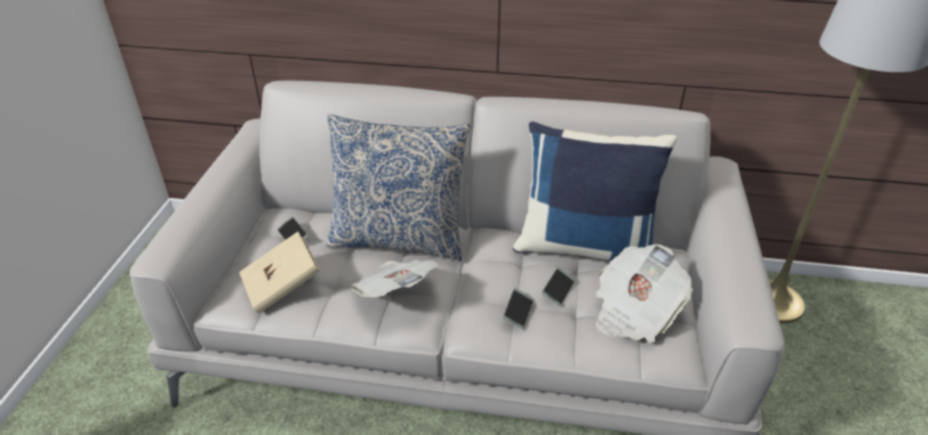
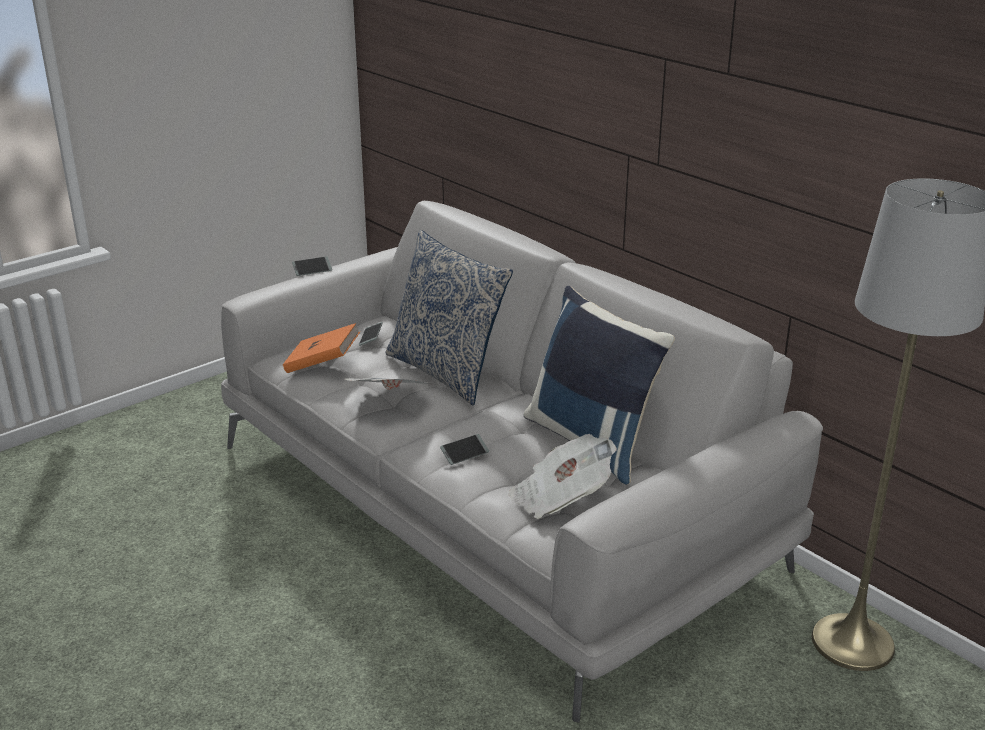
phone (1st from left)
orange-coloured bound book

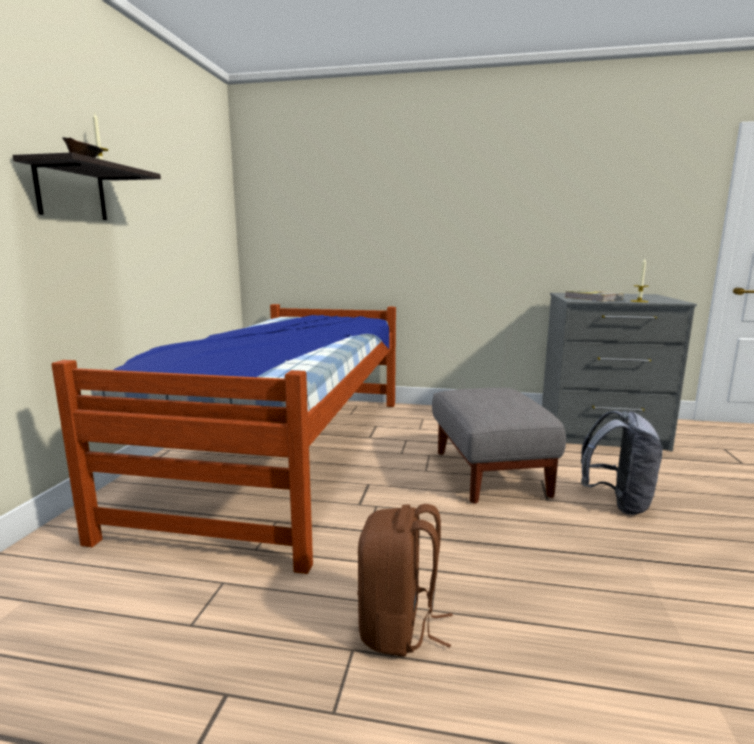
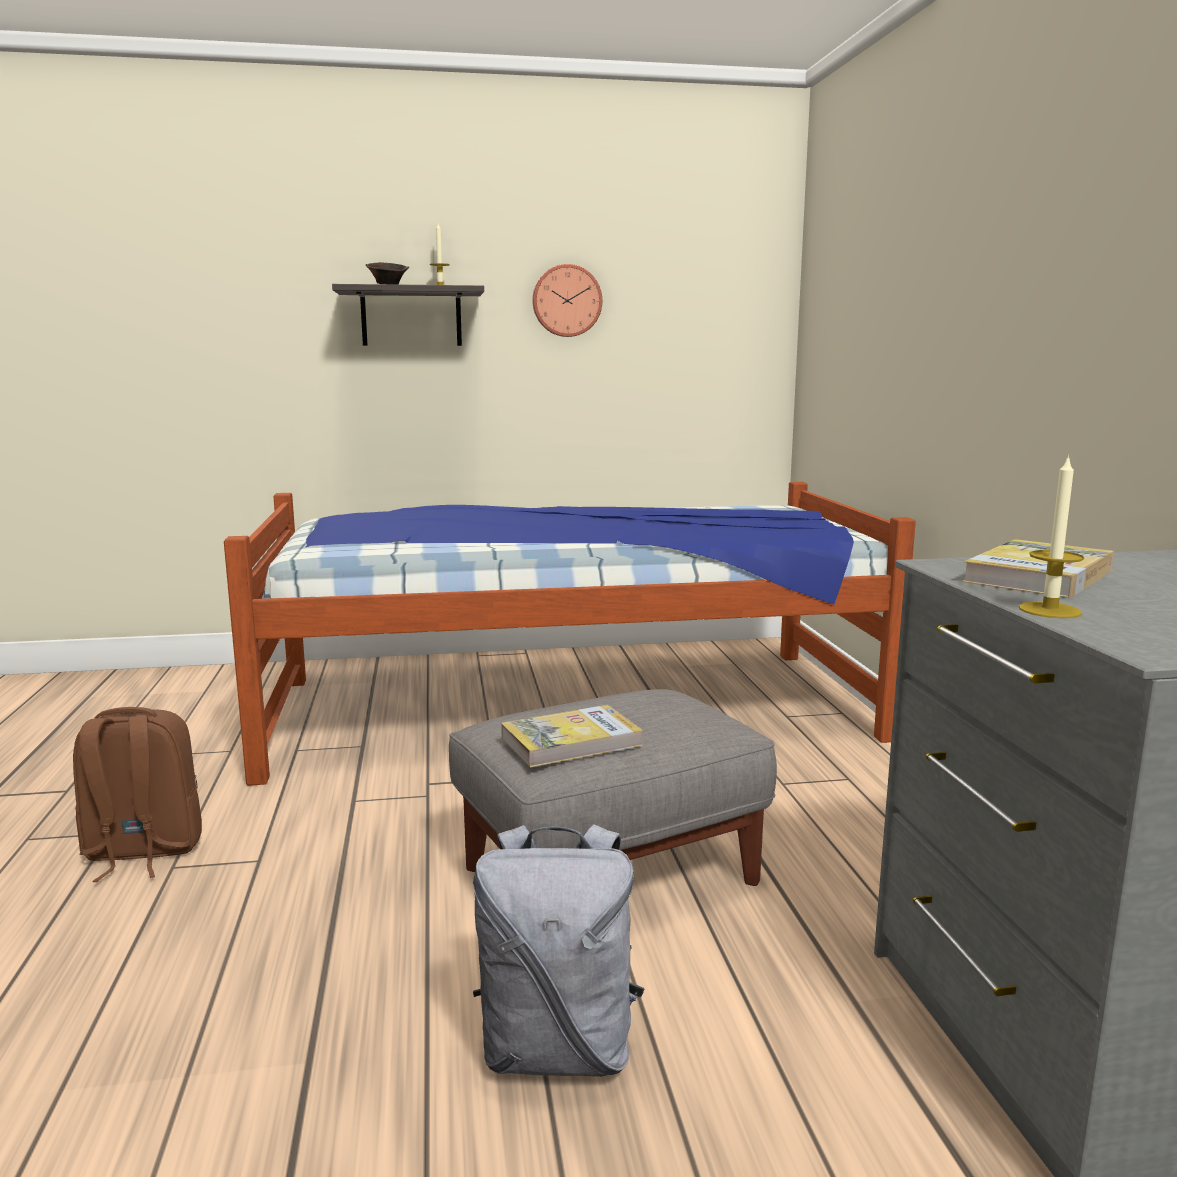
bound book (1st from left)
wall clock

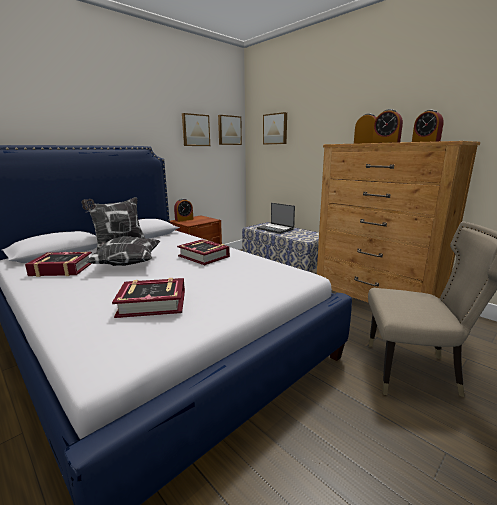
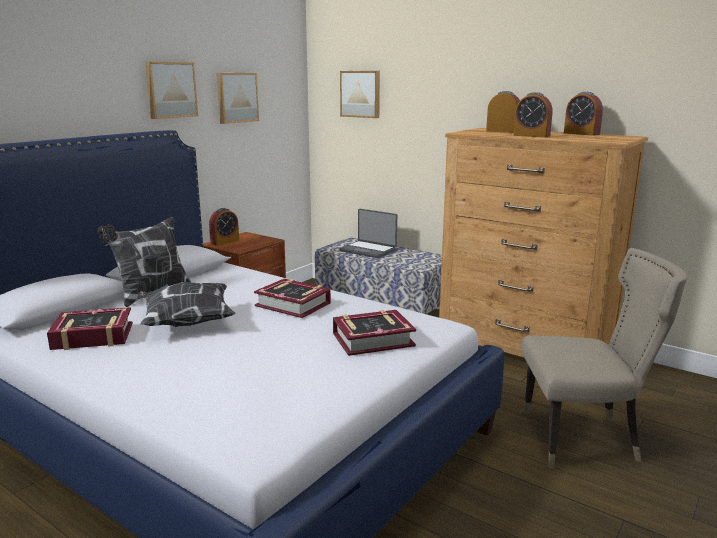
bound book (3rd from left)
wall art (1st from left)

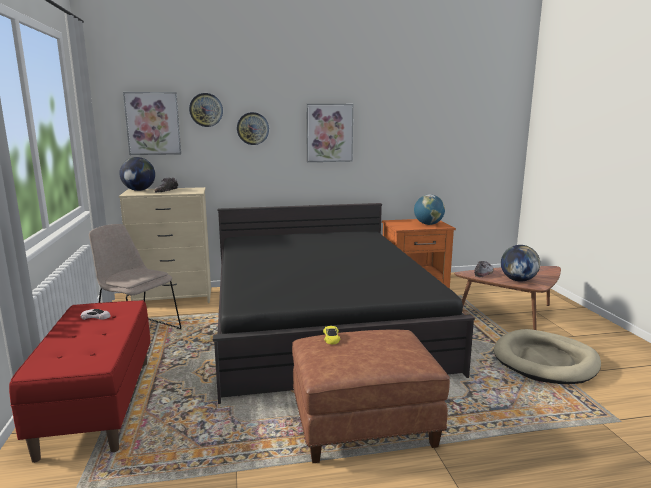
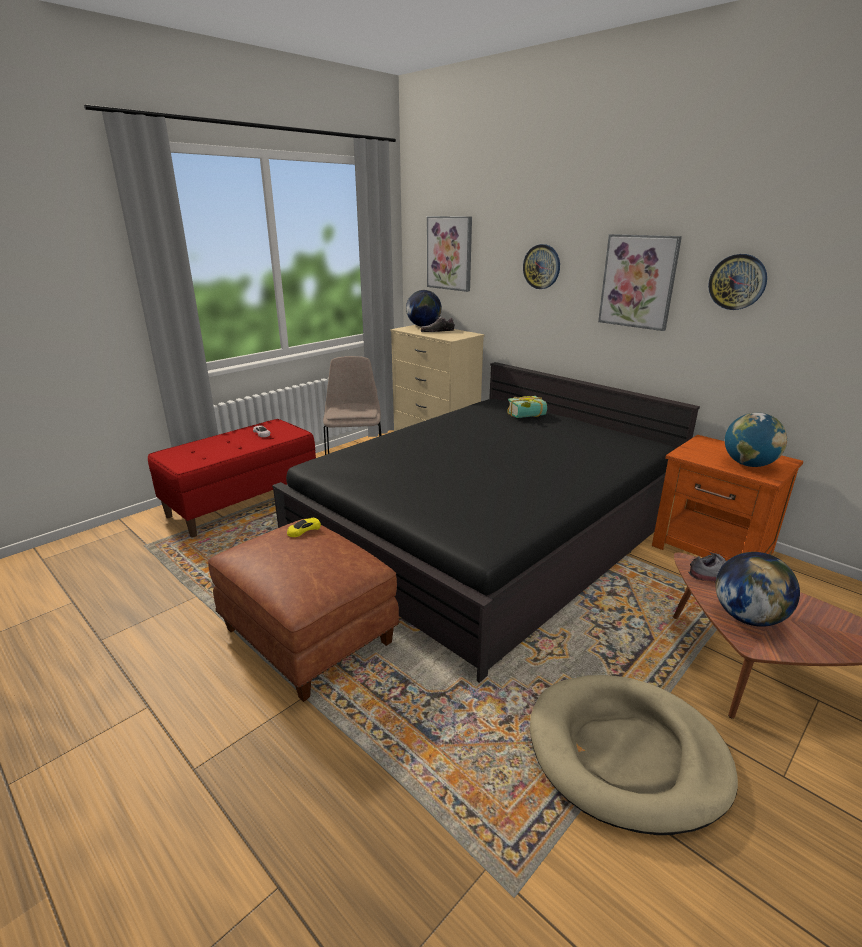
bound book
wall clock (2nd from left)

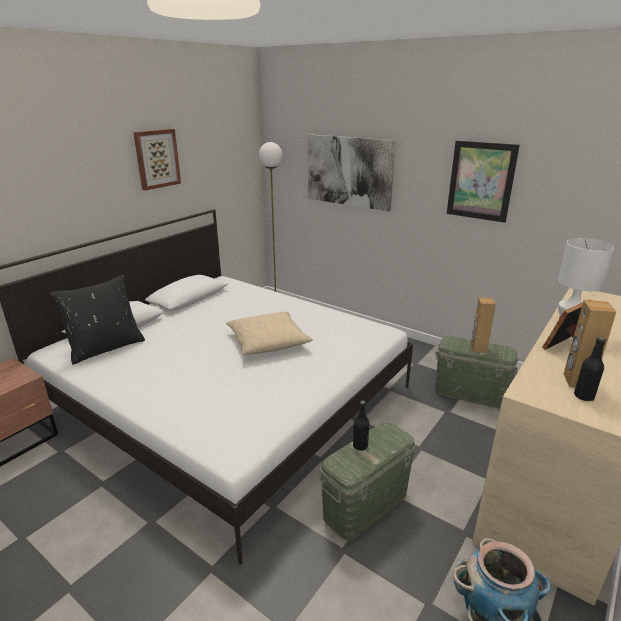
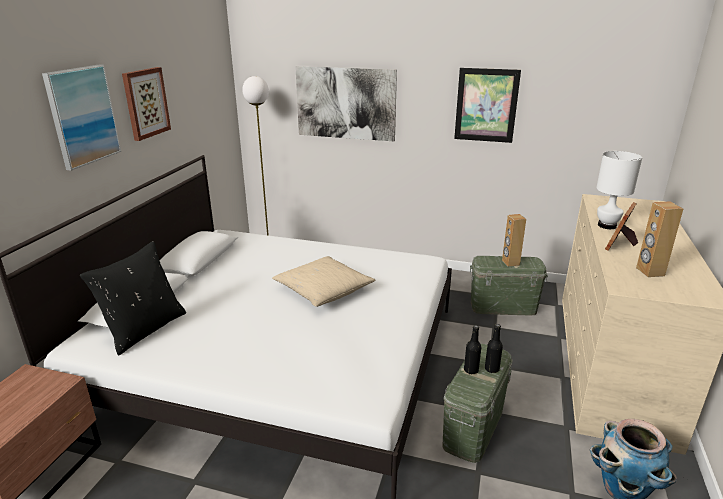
wall art (1st from left)
blackish bottle (2nd from left)

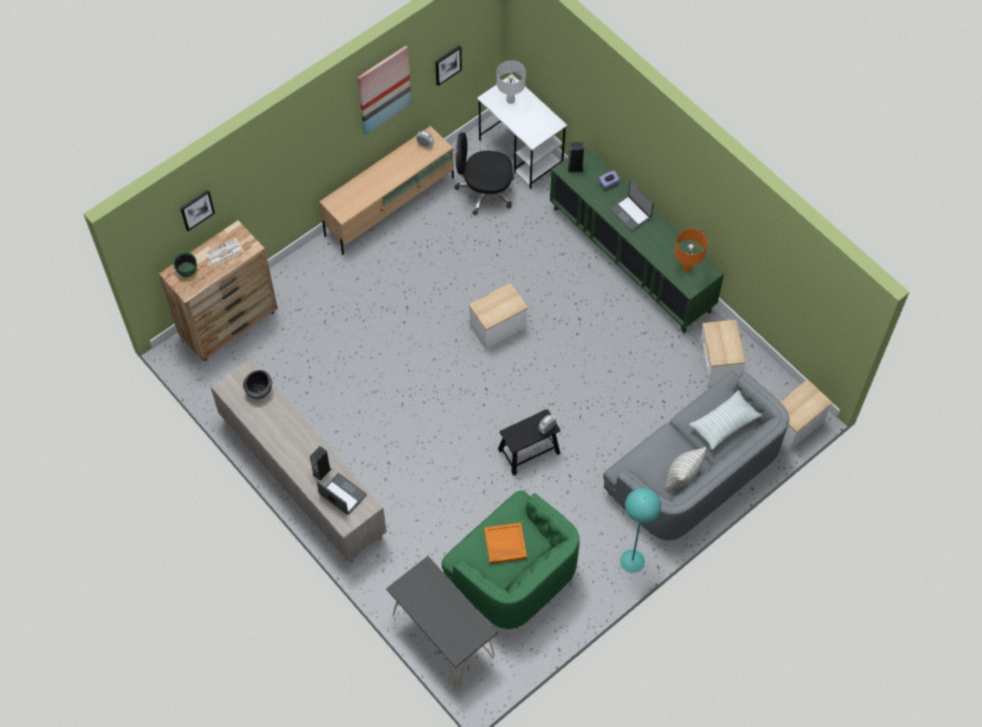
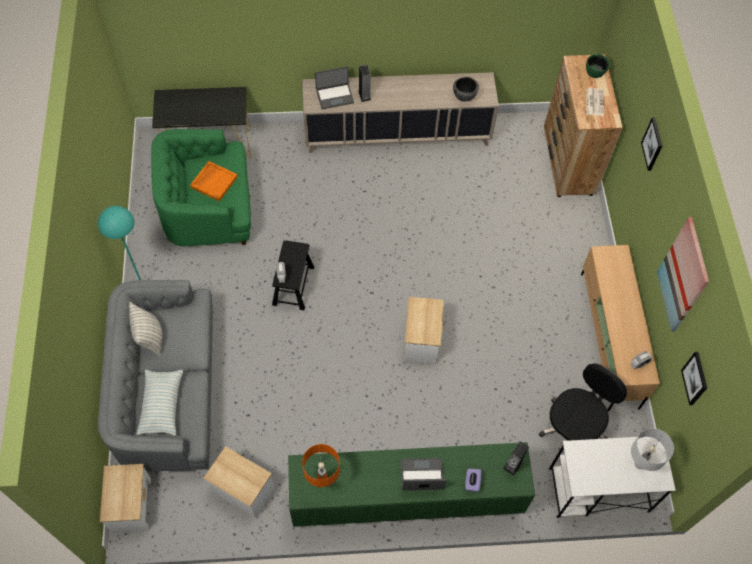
wall art (1st from left)

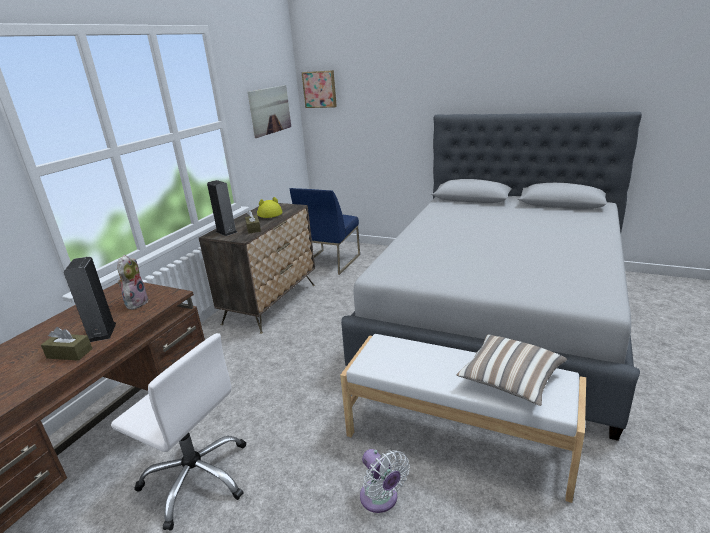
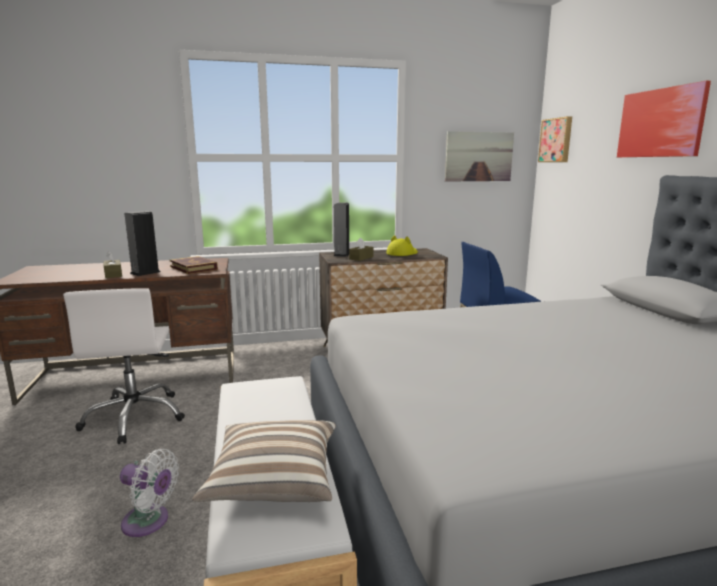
wall art (3rd from left)
bound book
whitish fan

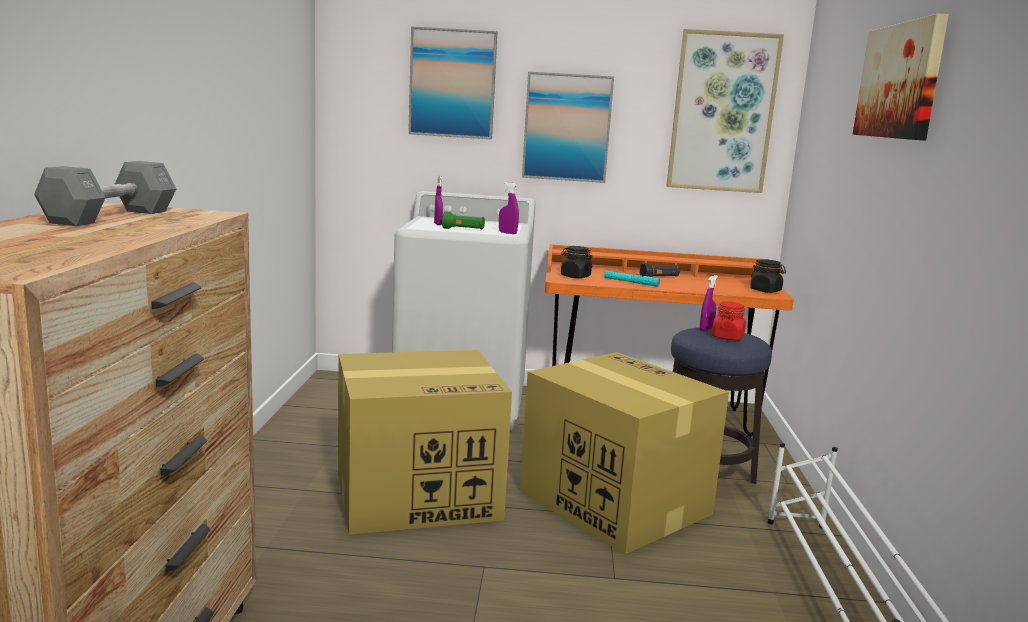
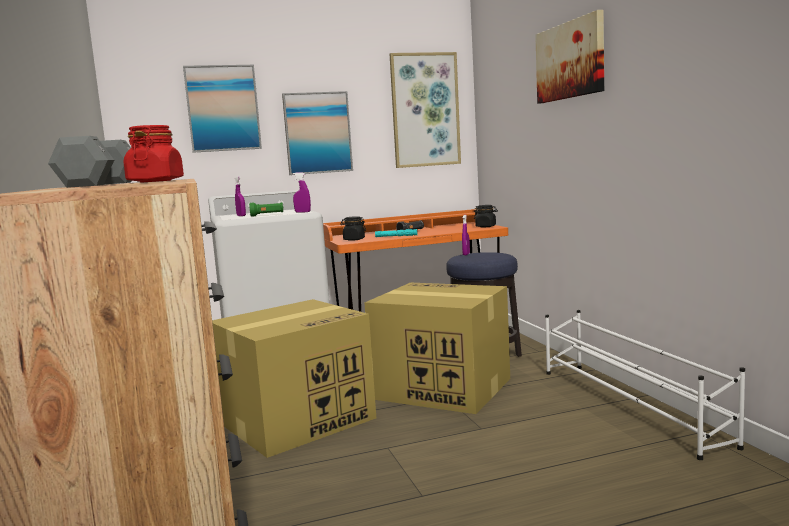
red jar

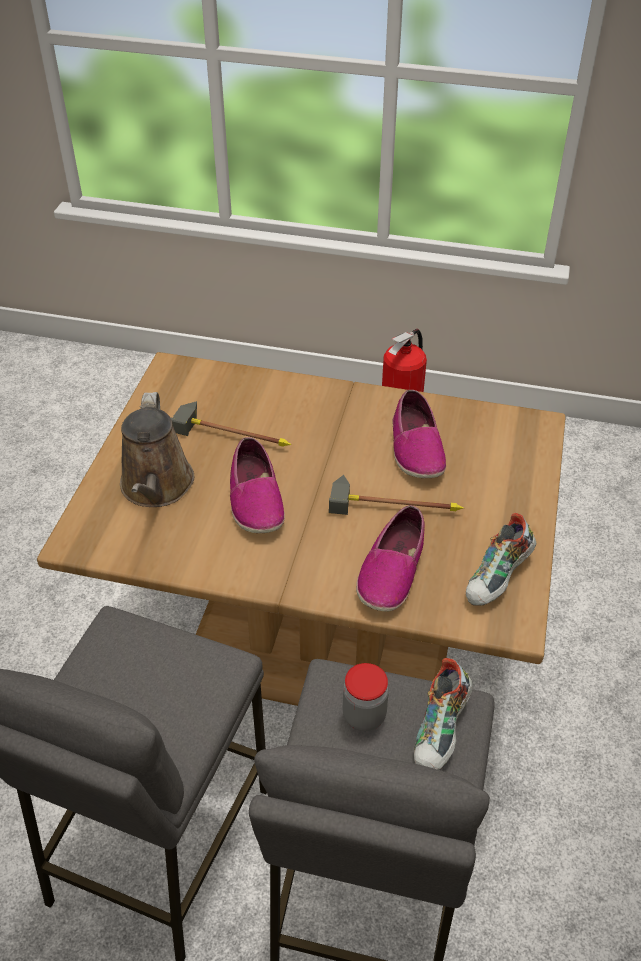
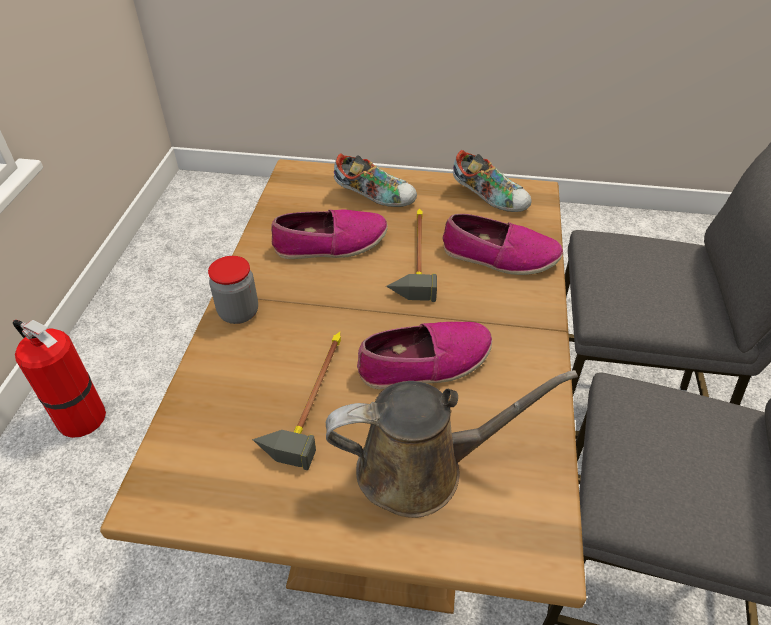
jar
item of footwear (2nd from left)

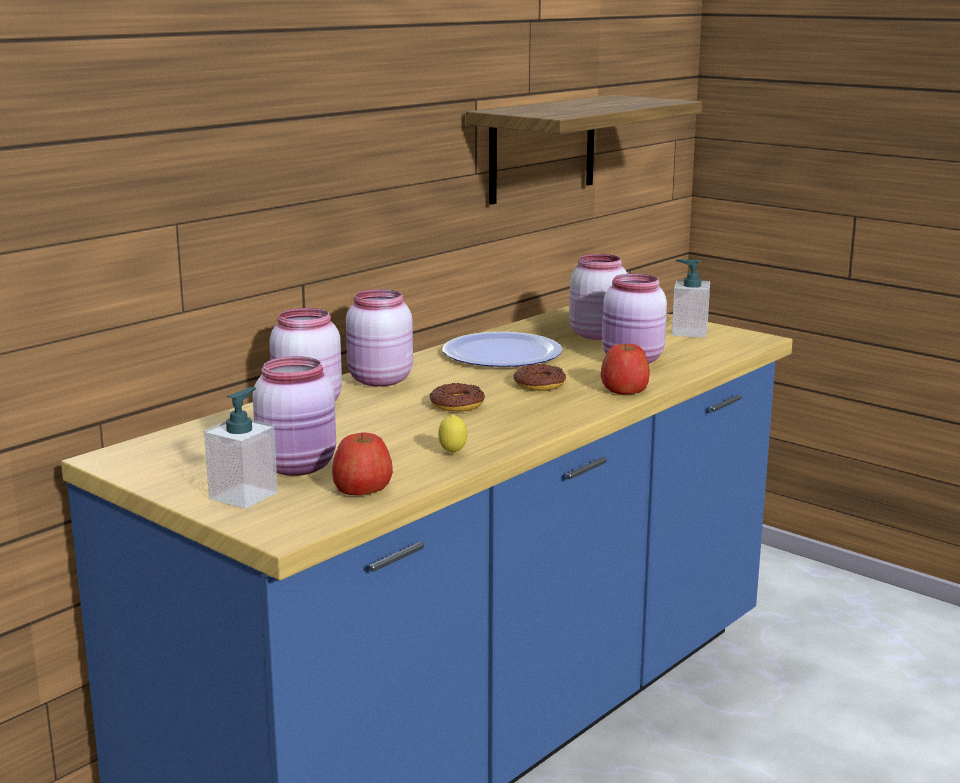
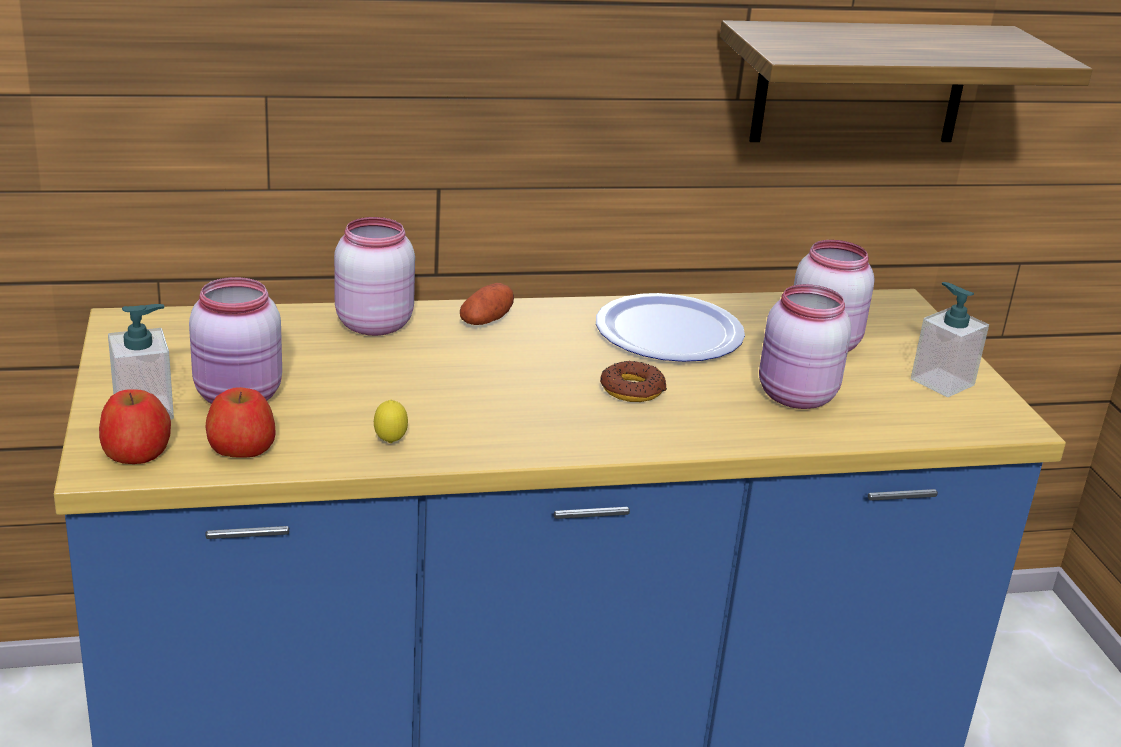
donut (1st from left in the first image)
apple (1st from left)
potato

